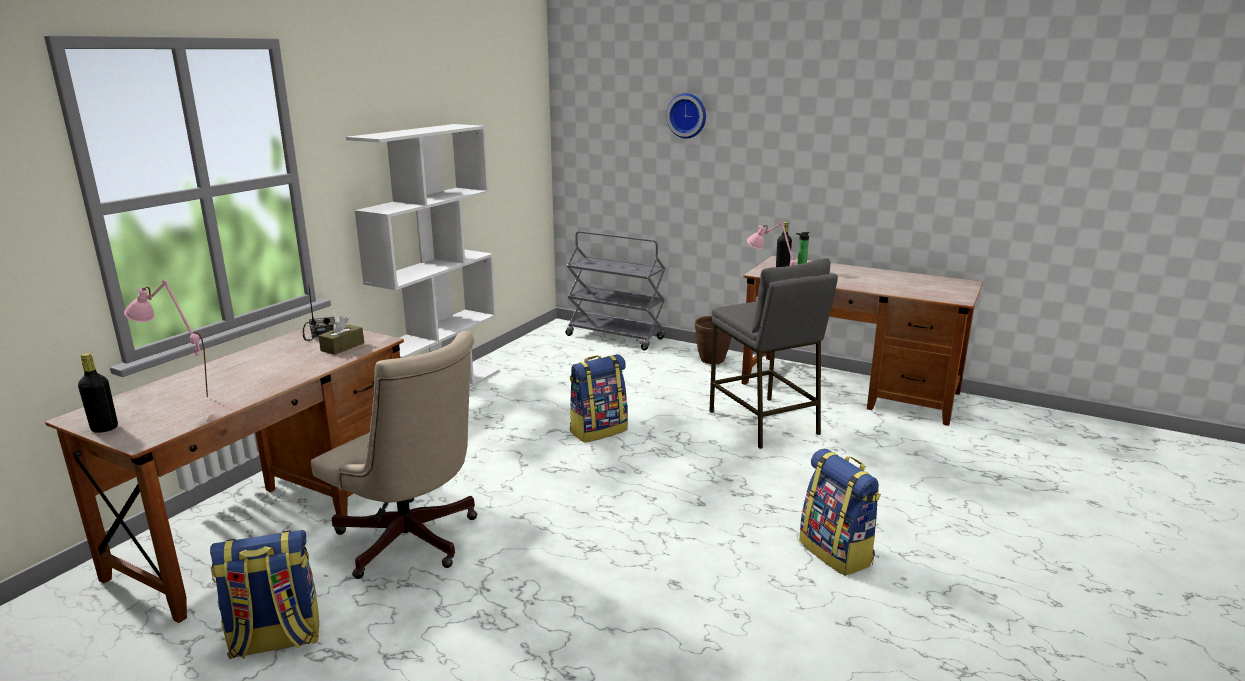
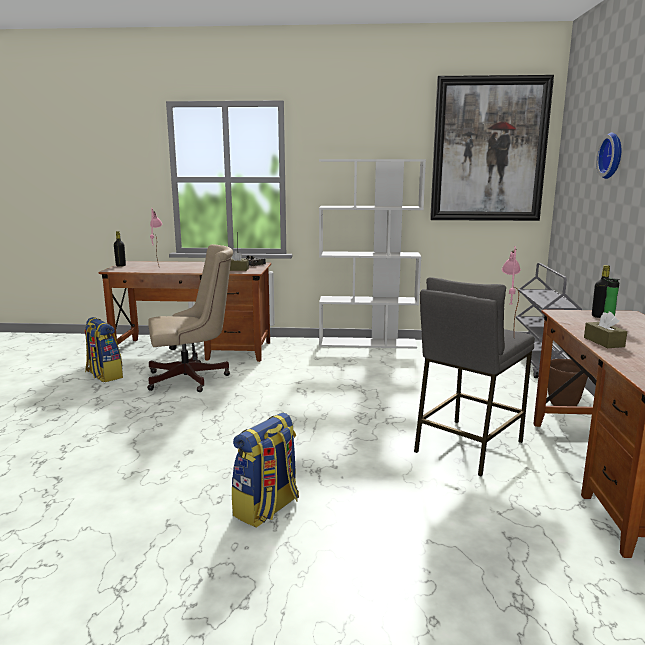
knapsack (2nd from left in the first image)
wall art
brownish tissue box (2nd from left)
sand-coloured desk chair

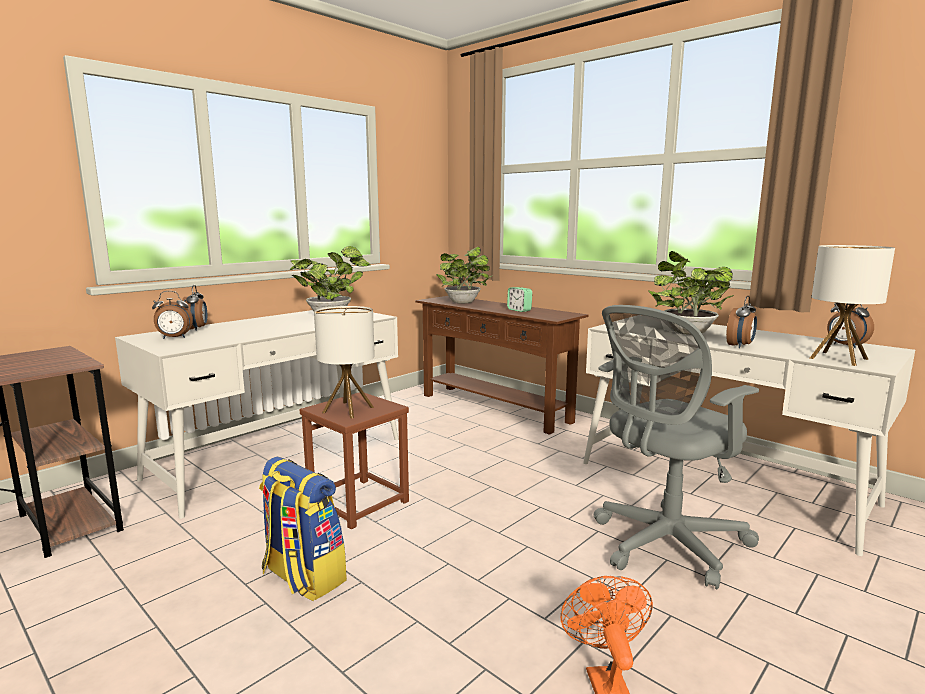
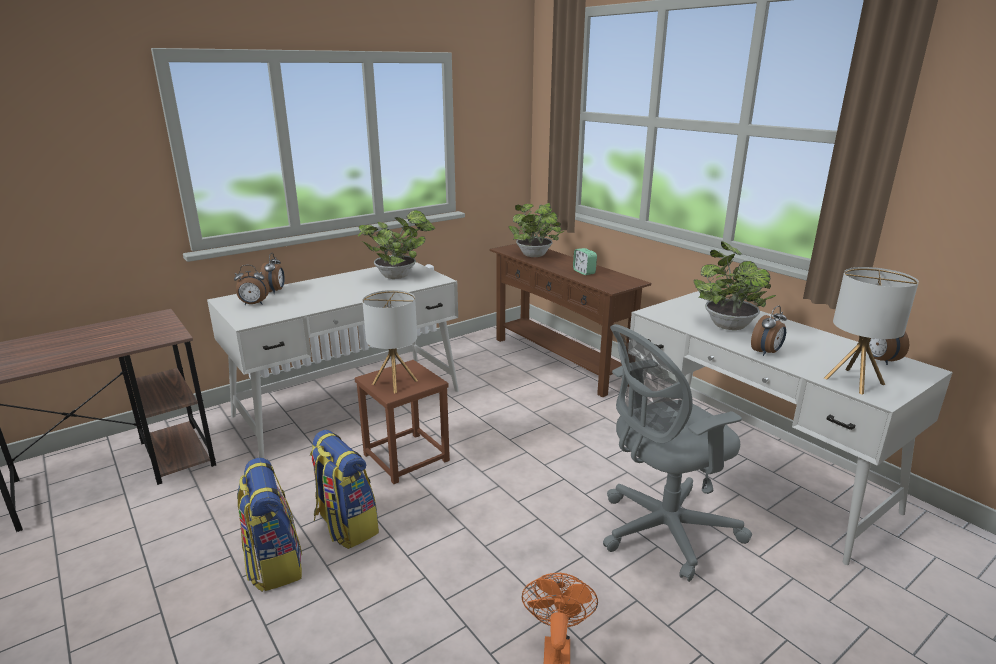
knapsack (1st from left)

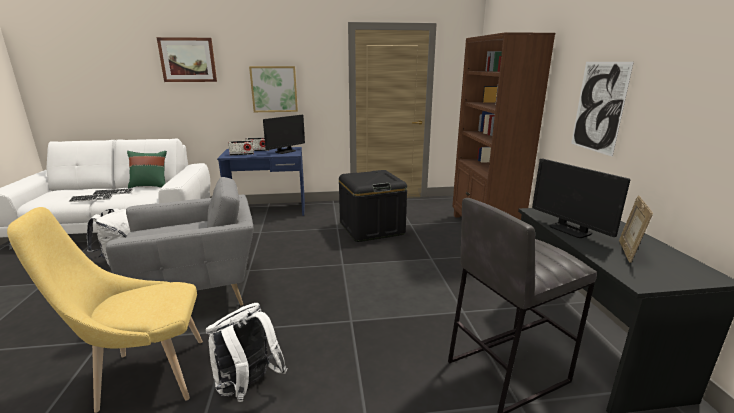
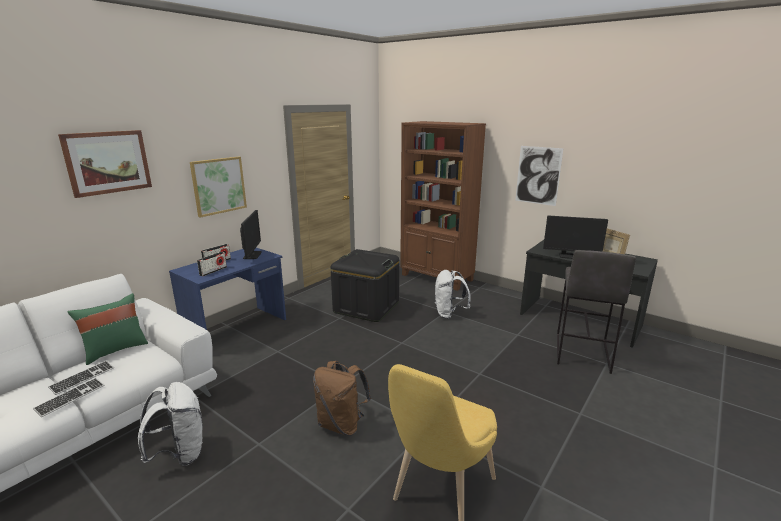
whitish knapsack (2nd from left)
brownish knapsack

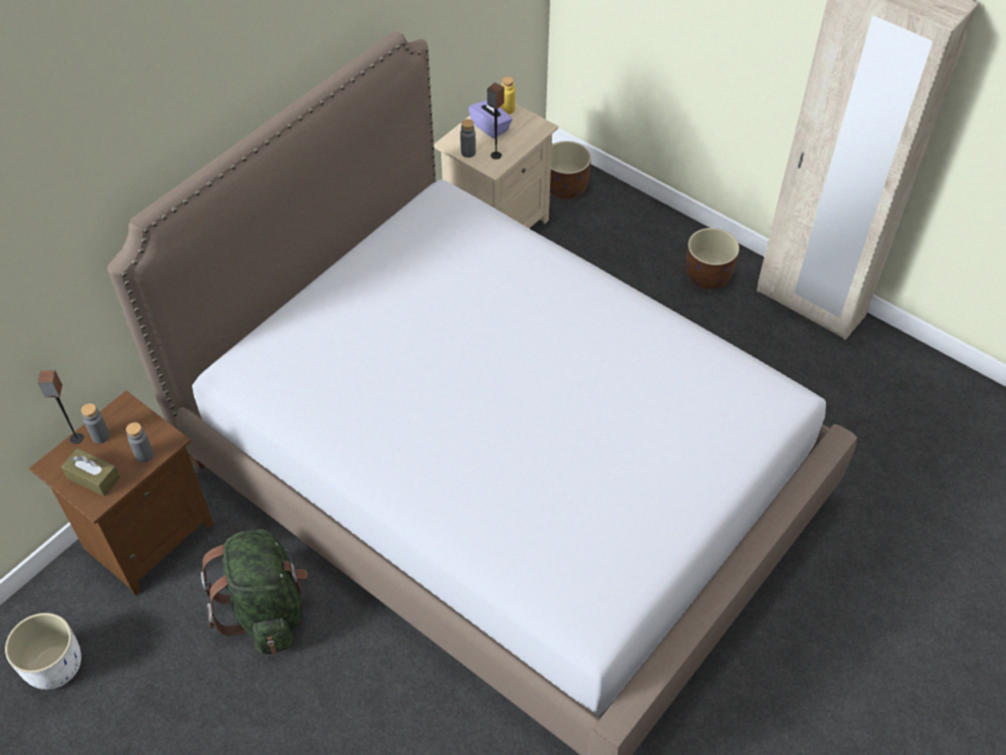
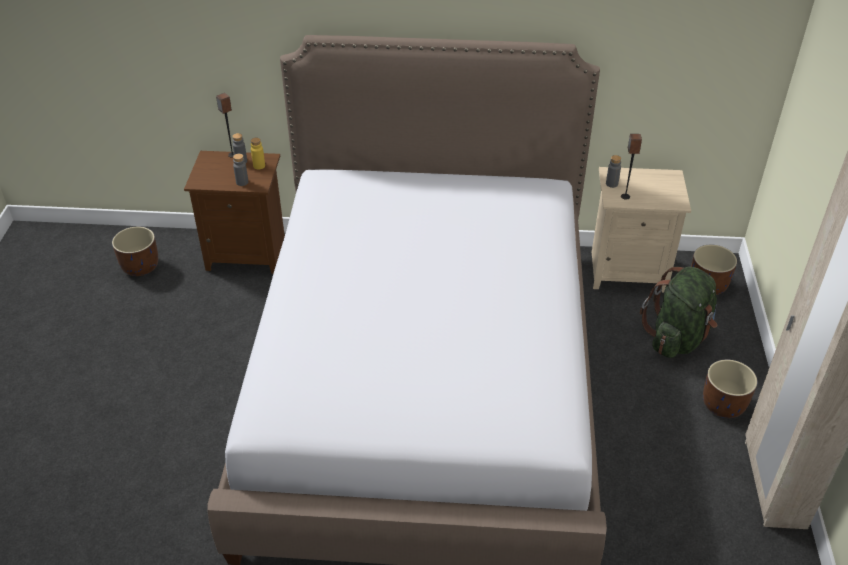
brownish tissue box
purple tissue box
green-coloured knapsack
yellow bottle
brownish flower pot (1st from left)

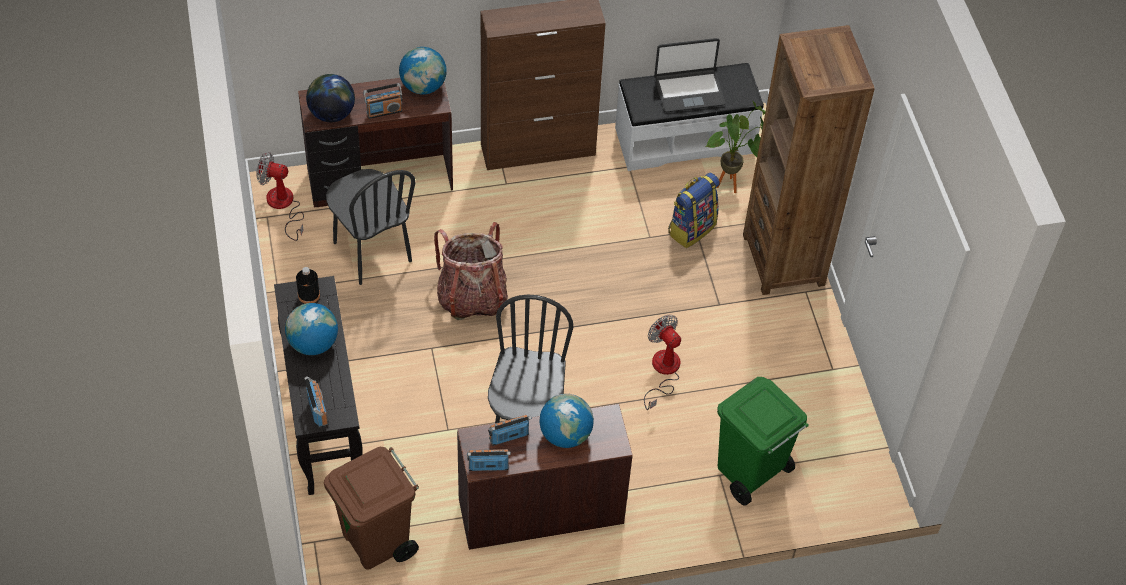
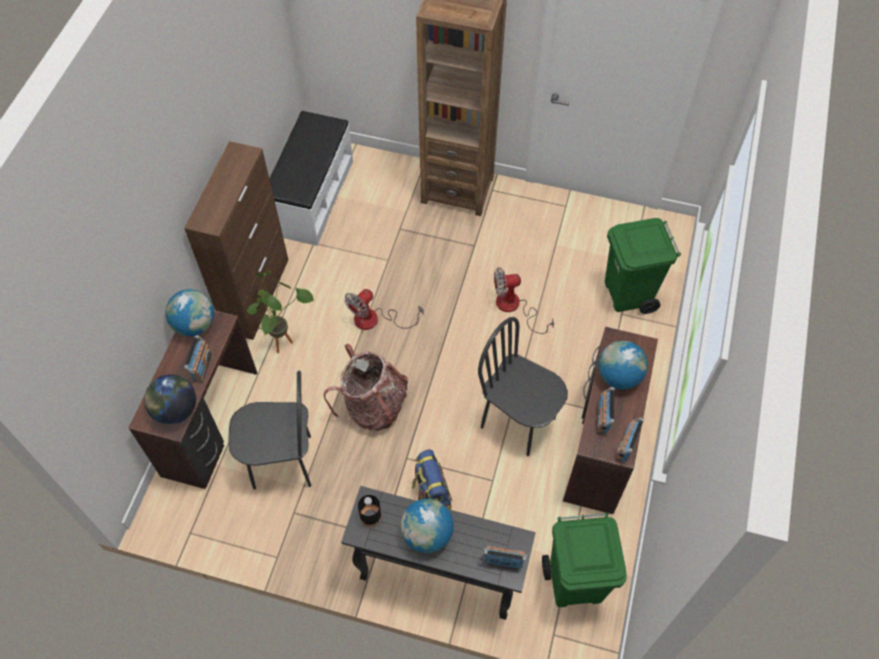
notebook computer
fan (1st from left)
knapsack (2nd from left)
houseplant
green-coloured rubbish bin (1st from left)

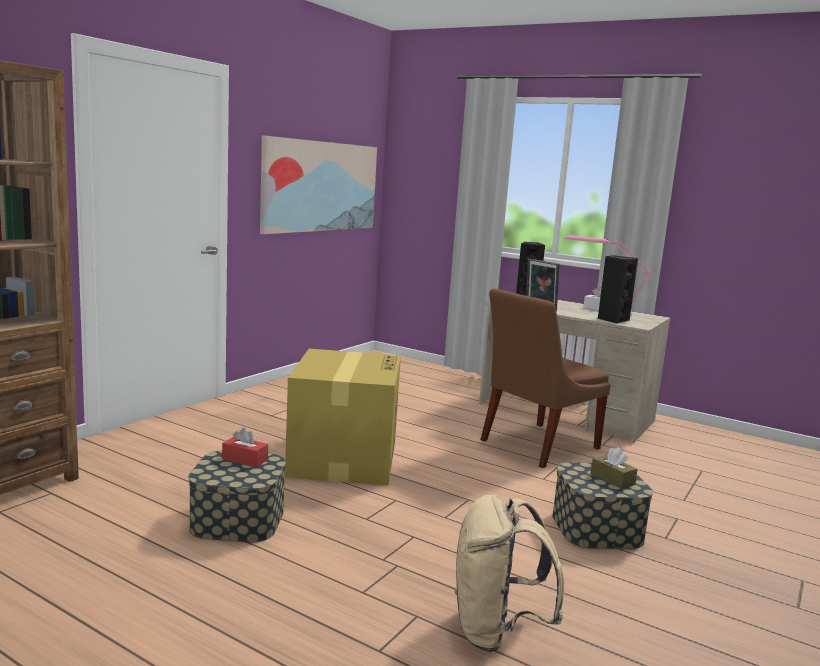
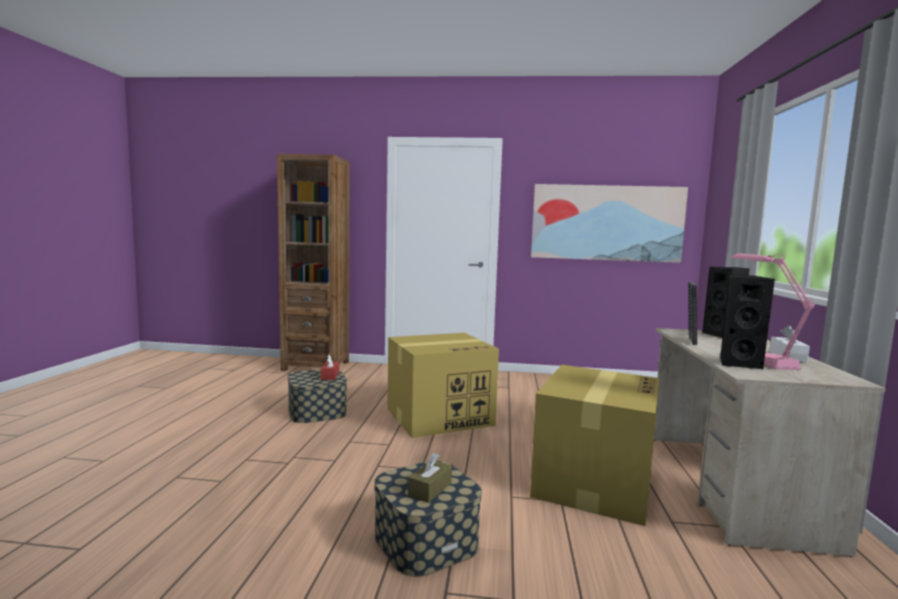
sand-coloured knapsack
cardboard box (2nd from left)

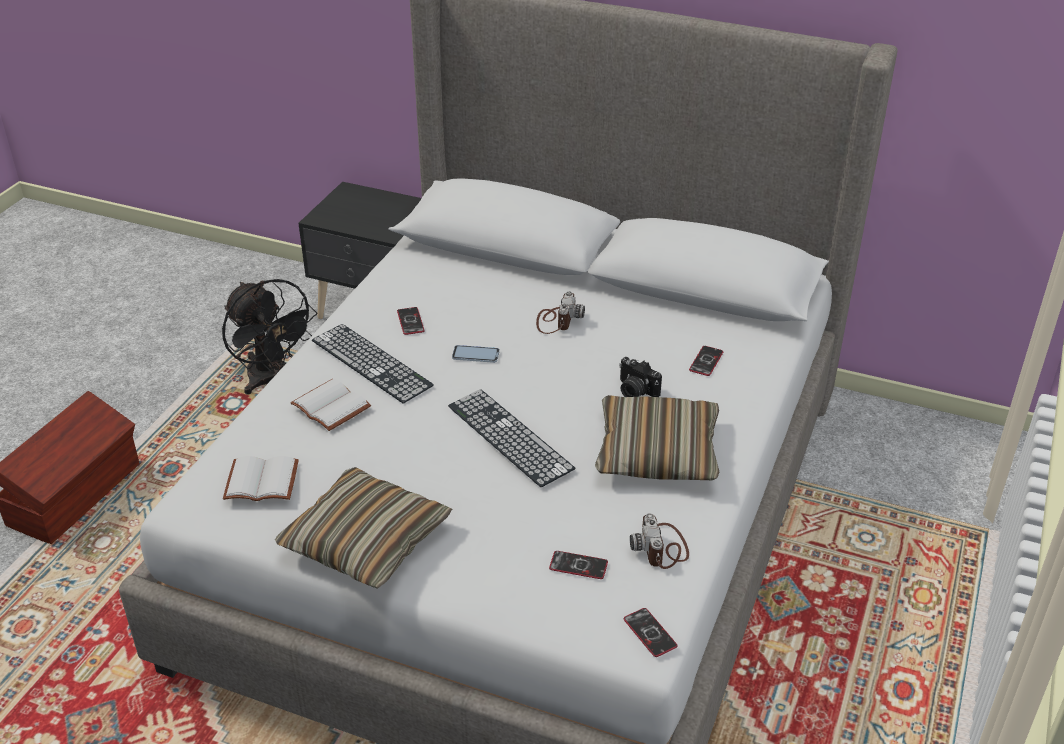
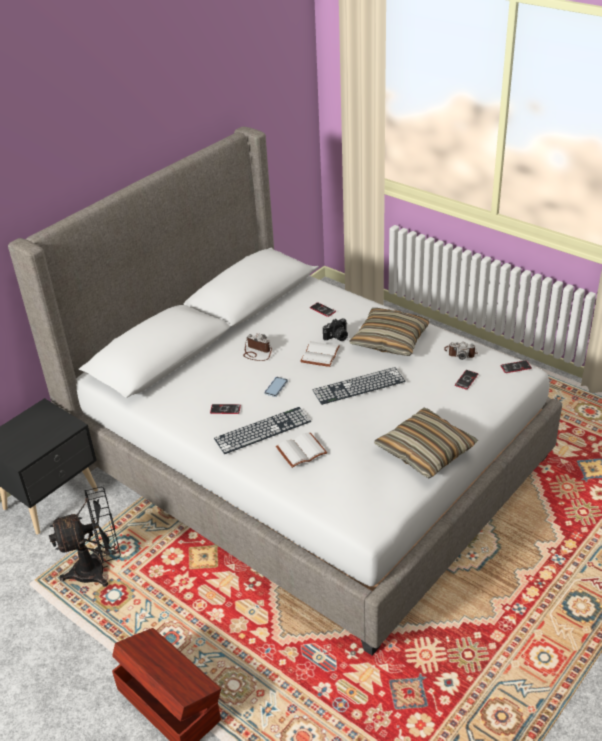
whitish bound book (2nd from left)

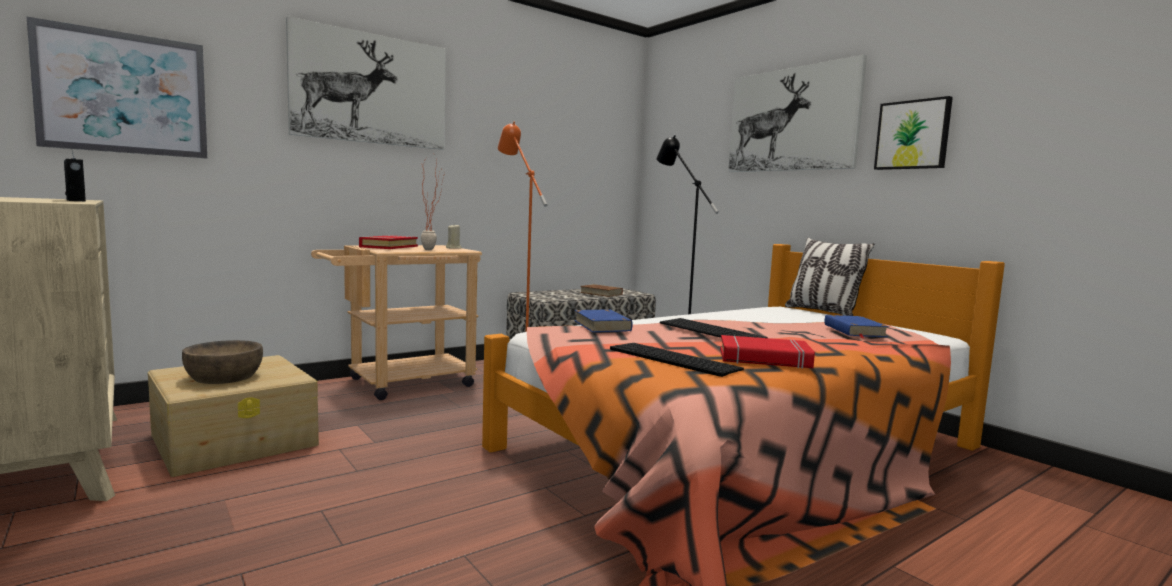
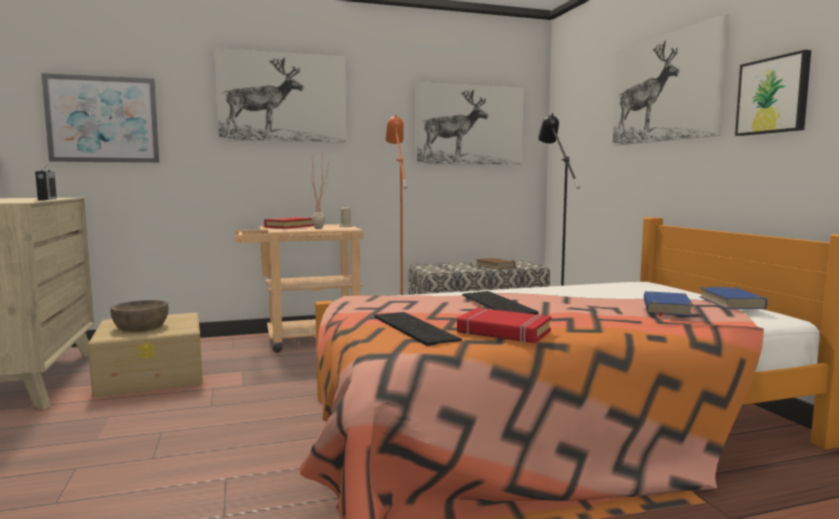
pillow
wall art (3rd from left)
blue bound book (2nd from left)

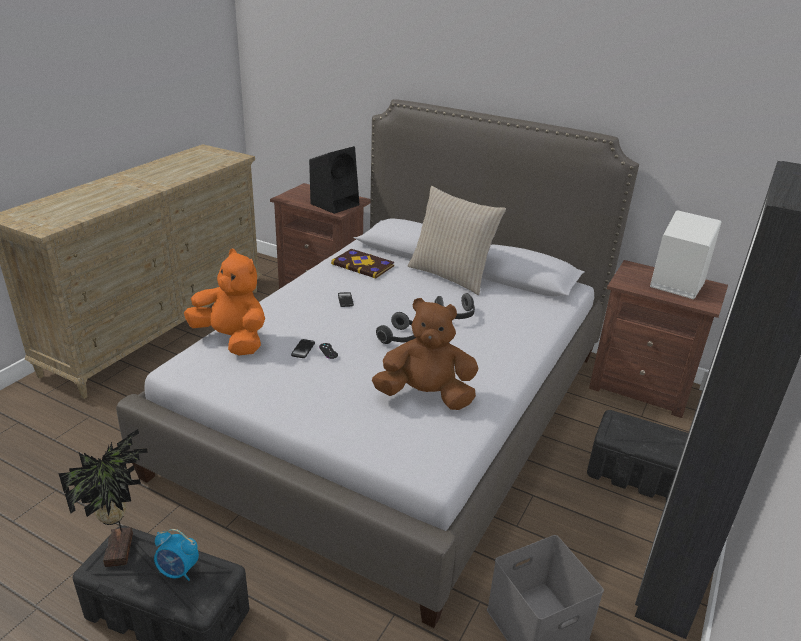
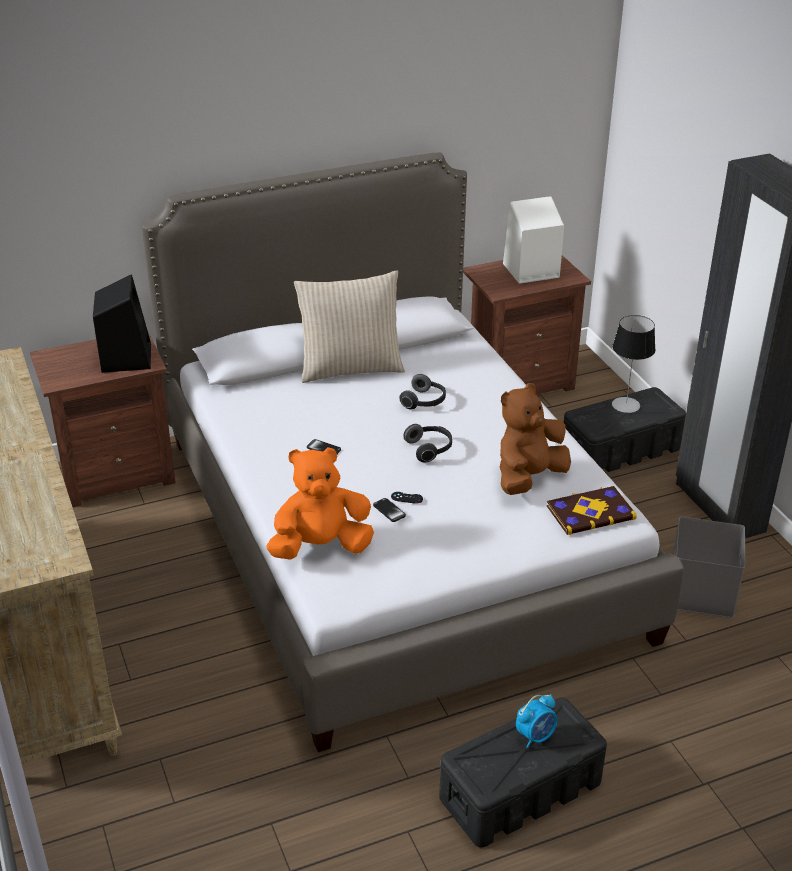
houseplant
tabletop lamp
bound book

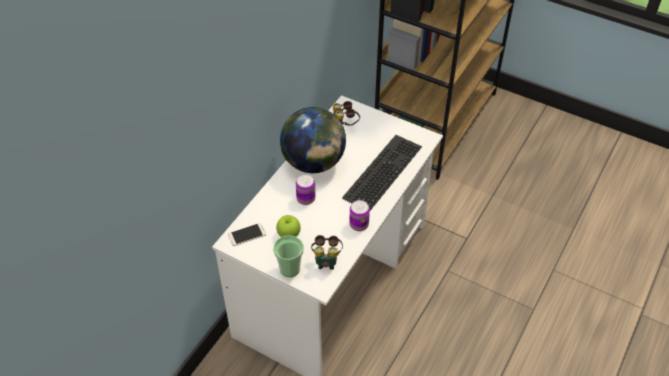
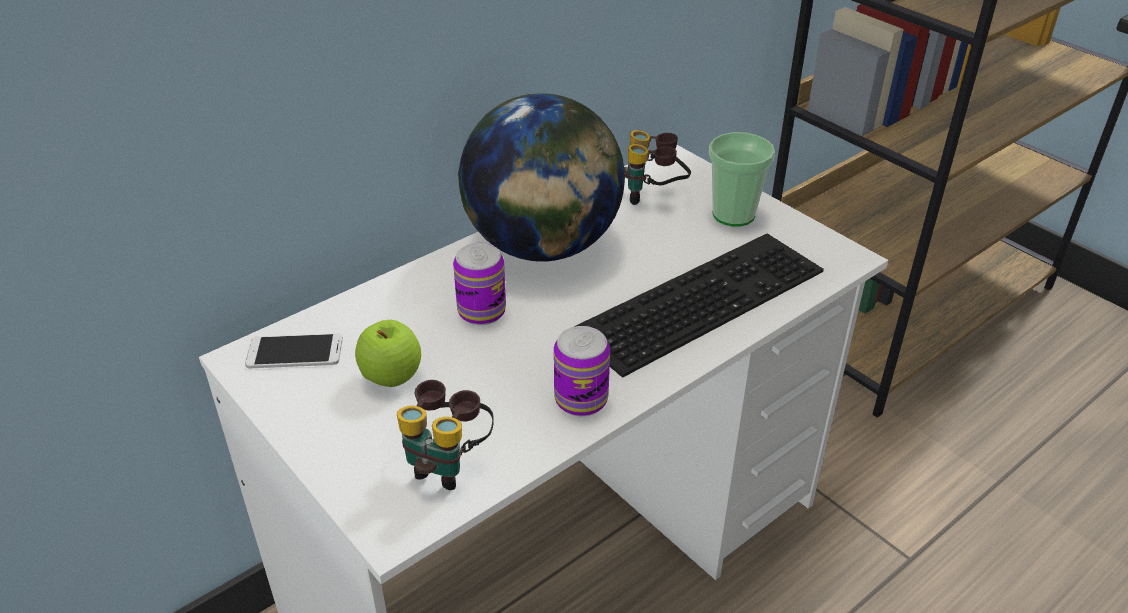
drinking cup

